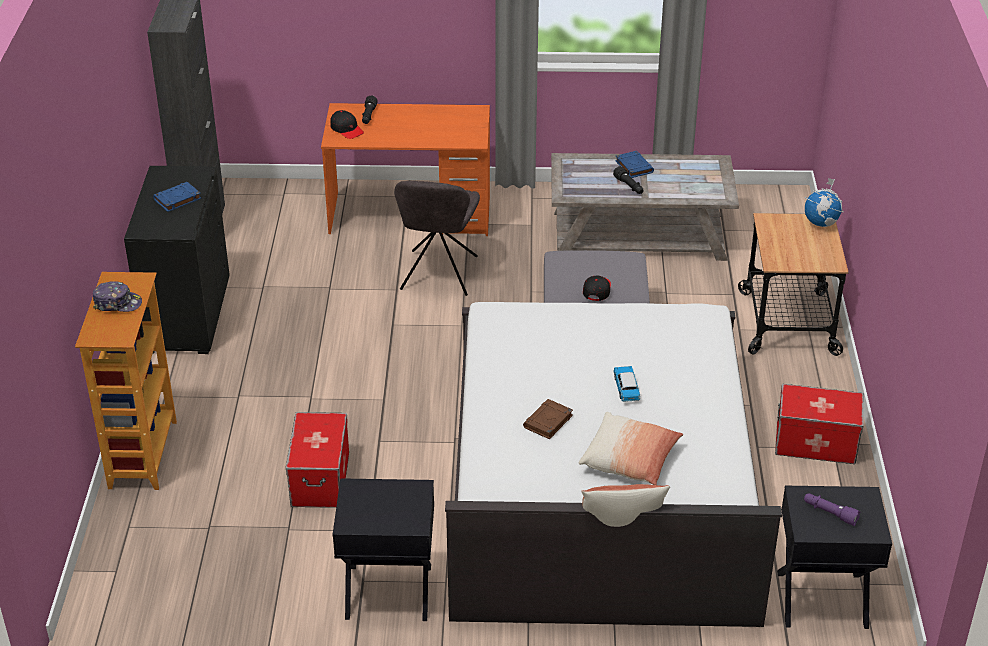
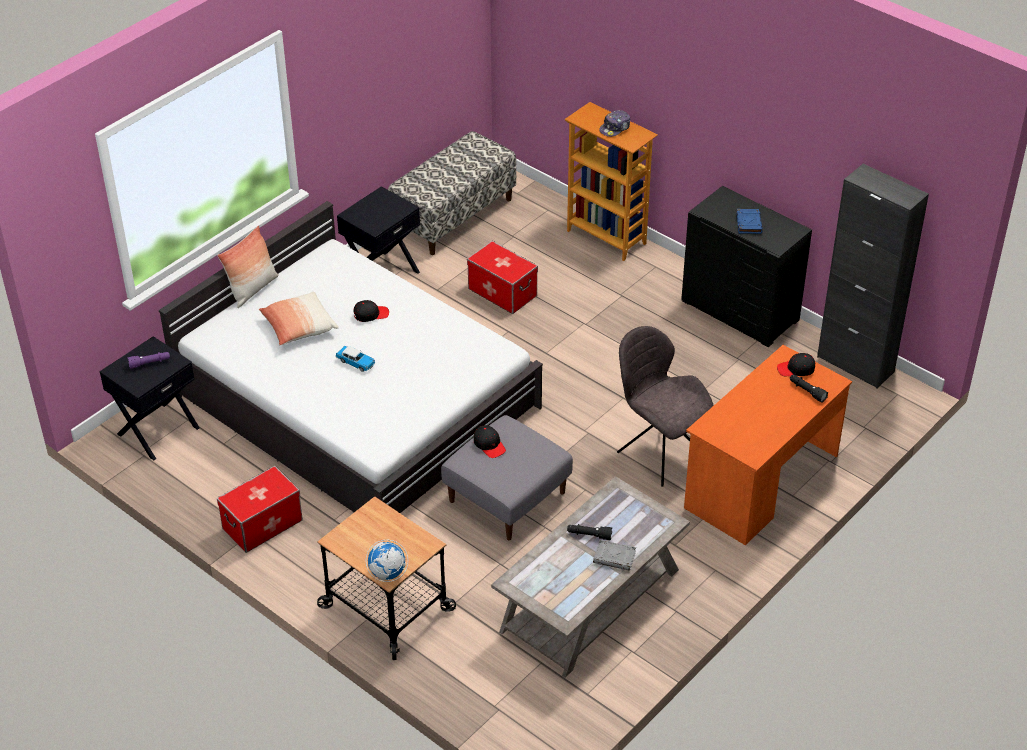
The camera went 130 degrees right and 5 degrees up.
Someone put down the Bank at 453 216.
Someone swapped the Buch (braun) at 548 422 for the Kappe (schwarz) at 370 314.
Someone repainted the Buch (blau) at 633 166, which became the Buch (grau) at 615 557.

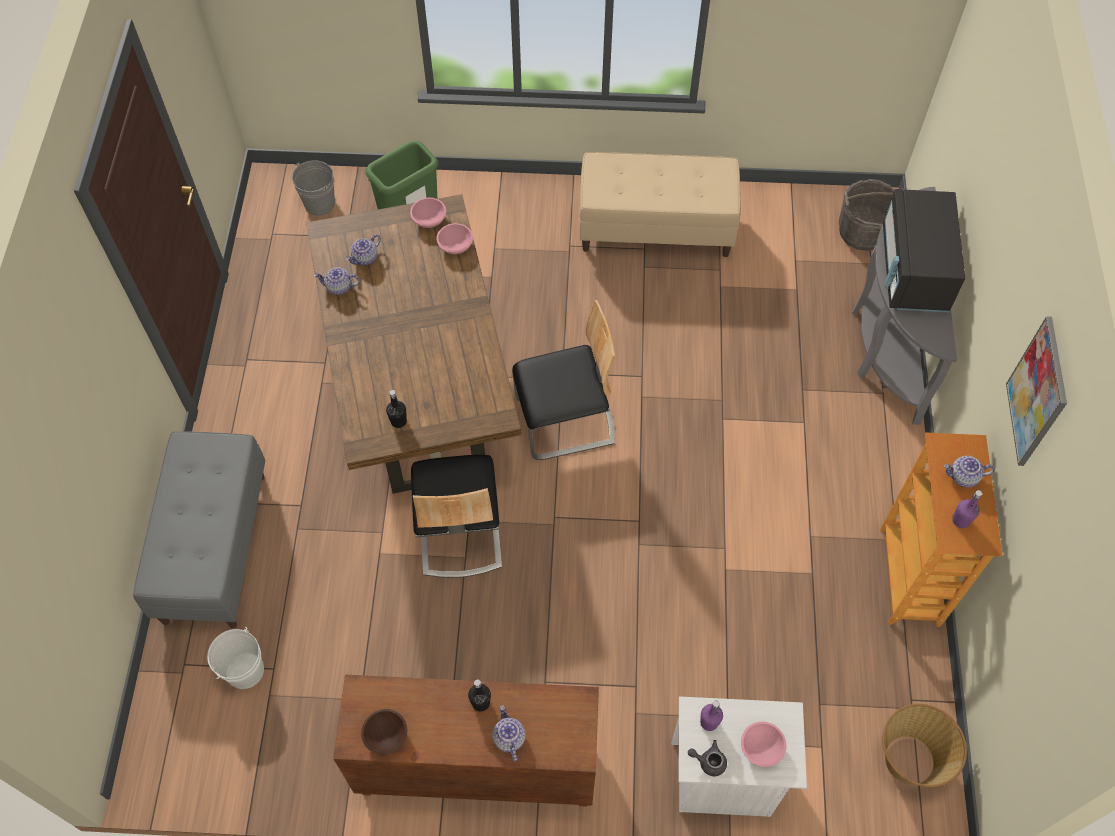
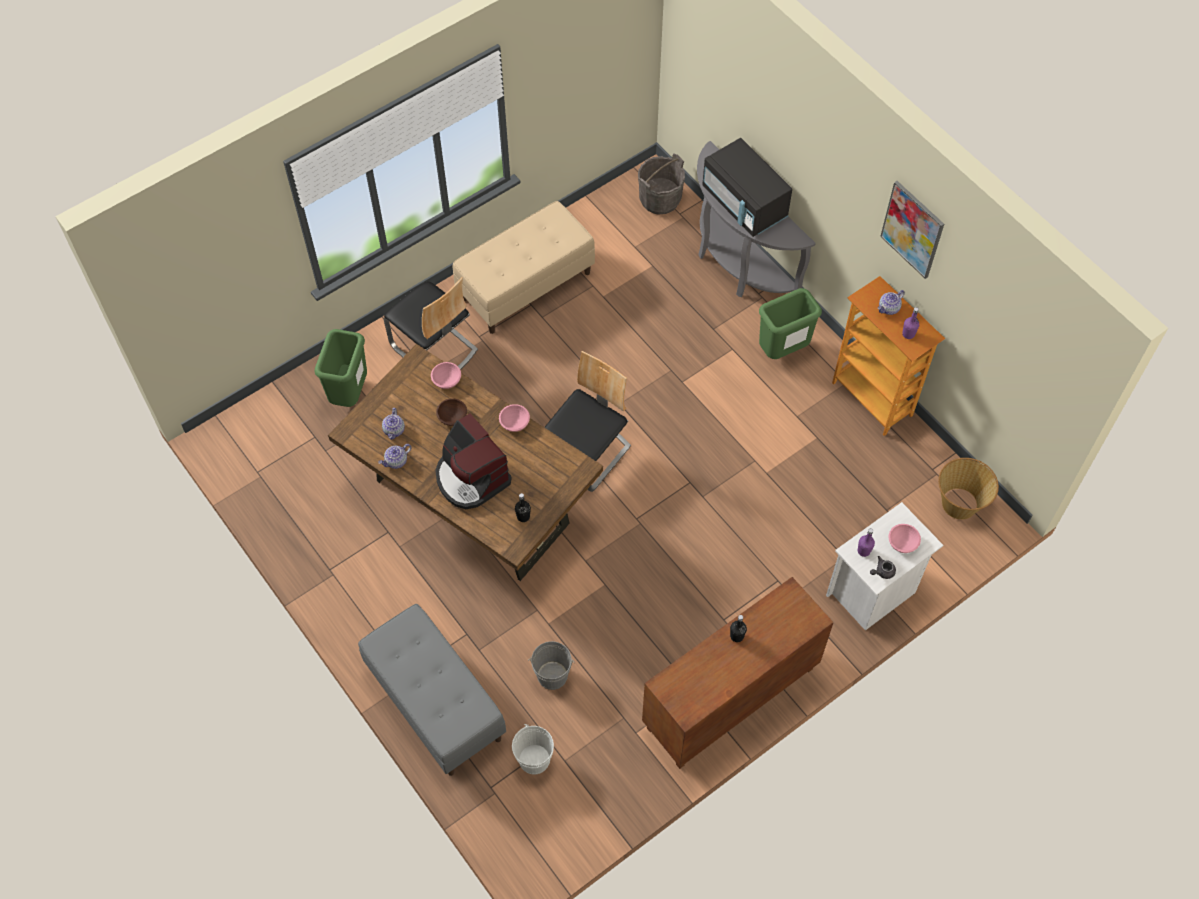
The camera went 40 degrees left and 0 degrees up.
Someone took away the Teekanne at 508 738.
Someone put down the Kaffeemaschine at 471 478.
Someone put down the Mülleimer (grün) at 783 351.
Someone carried the Eimer (grau) from 319 203 to 552 675.
Someone carried the Schüssel (braun) from 386 735 to 452 416.
Someone carried the Schüssel (rosa) from 429 220 to 515 423.
Someone carried the Stuhl from 459 531 to 434 348.

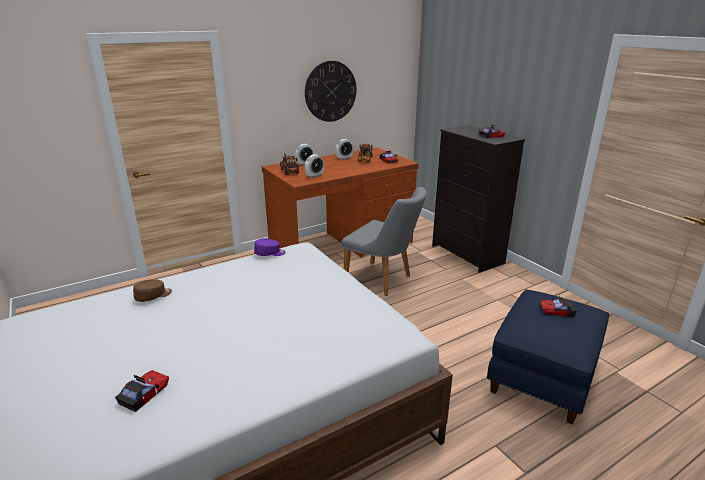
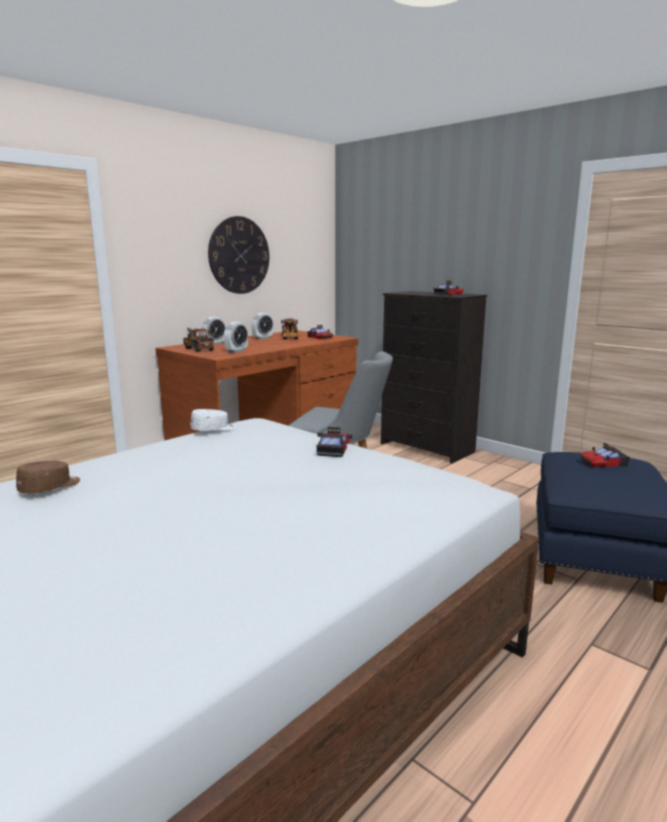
The camera went 15 degrees left and 10 degrees down.
Someone carried the Spielzeugauto from 144 393 to 333 449.
Someone repainted the Kappe (lila) at 270 253, which became the Kappe (weiß) at 214 429.

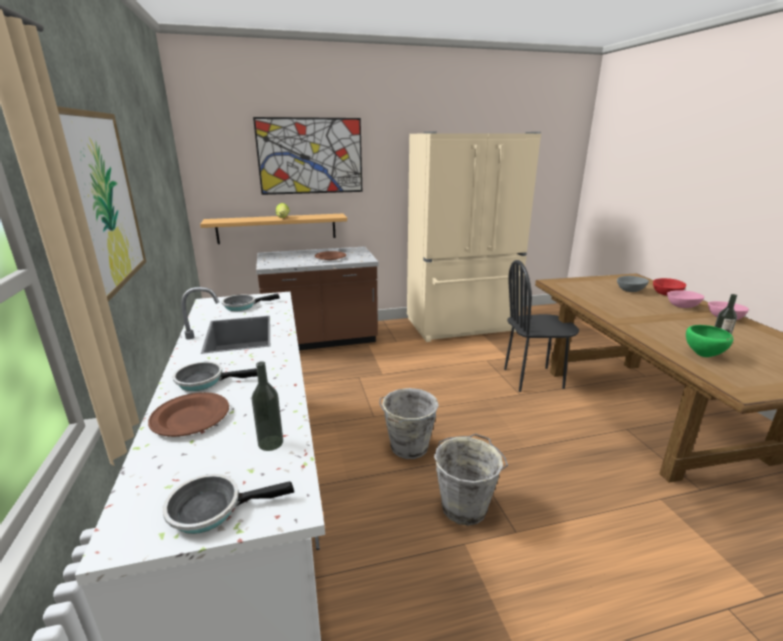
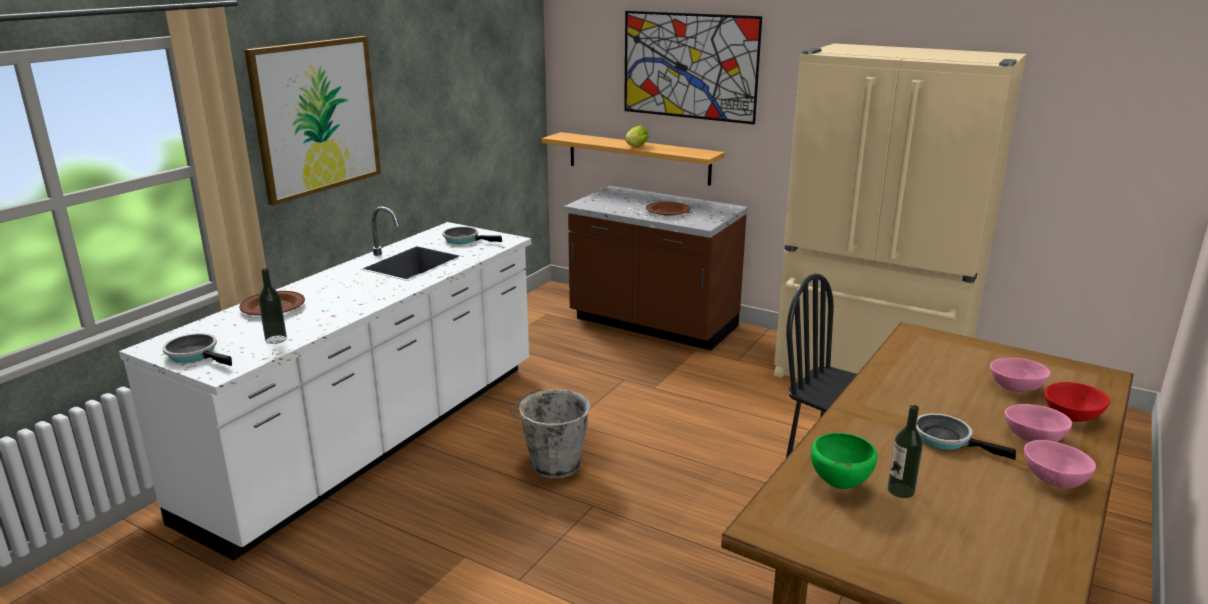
The camera went 45 degrees right and 0 degrees up.
Someone took away the Eimer (grau) at 465 506.
Someone carried the Pfanne from 204 381 to 947 439.
Someone repainted the Schüssel (grau) at 630 290, which became the Schüssel (rosa) at 1017 388.

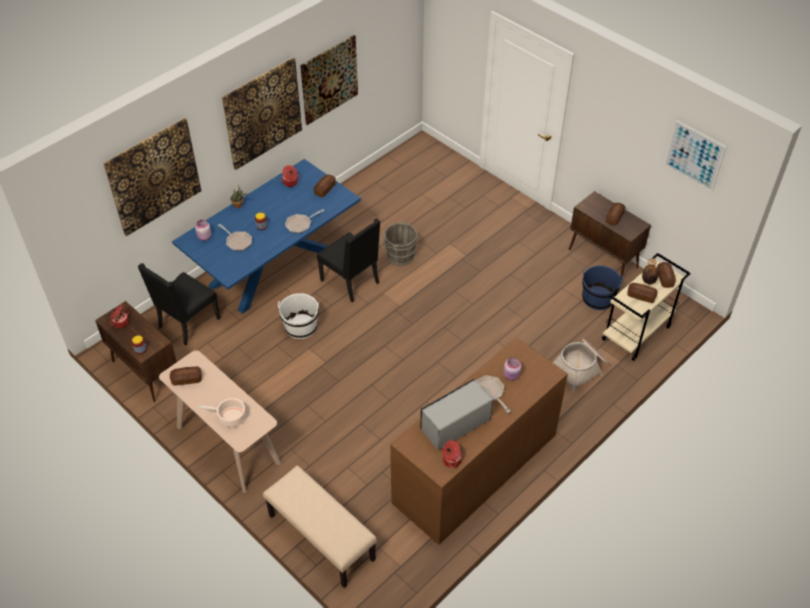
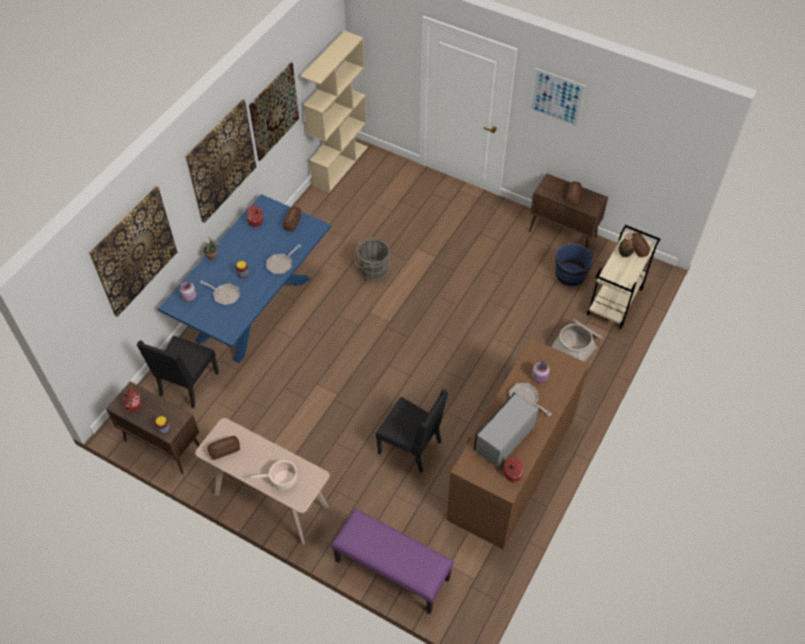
The camera went 15 degrees left and 5 degrees up.
Someone took away the Eimer (weiß) at 301 327.
Someone took away the Brot at 641 296.
Someone put down the Bücherregal (beige) at 340 165.
Someone carried the Stuhl (schwarz) from 351 282 to 411 447.
Someone carried the Bild from 694 156 to 557 98.
Someone repainted the Bank (beige) at 320 538, which became the Bank (lila) at 391 570.

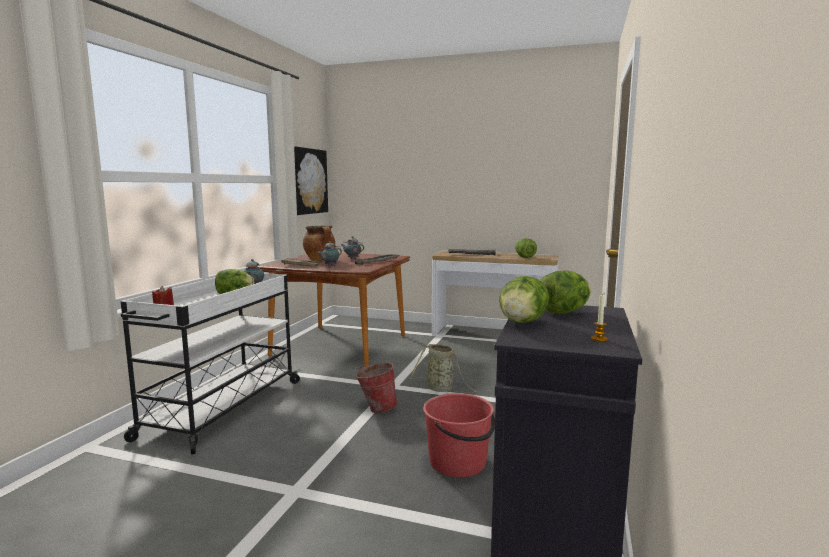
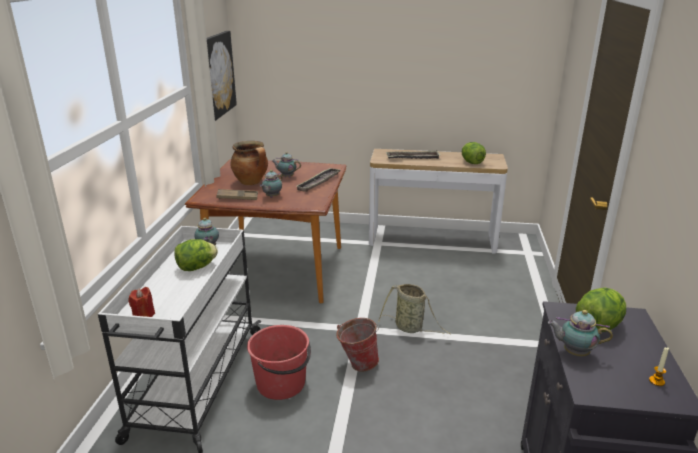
The camera went 10 degrees left and 15 degrees up.
Someone carried the Eimer (rot) from 458 462 to 281 384.
Someone swapped the Salatkopf at 522 322 for the Teekanne at 574 352.

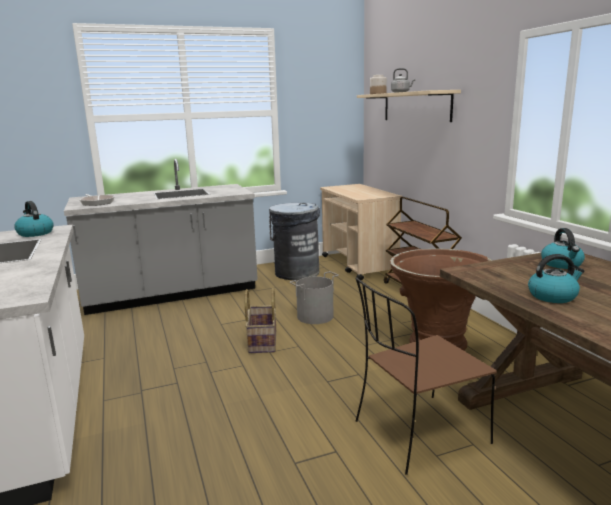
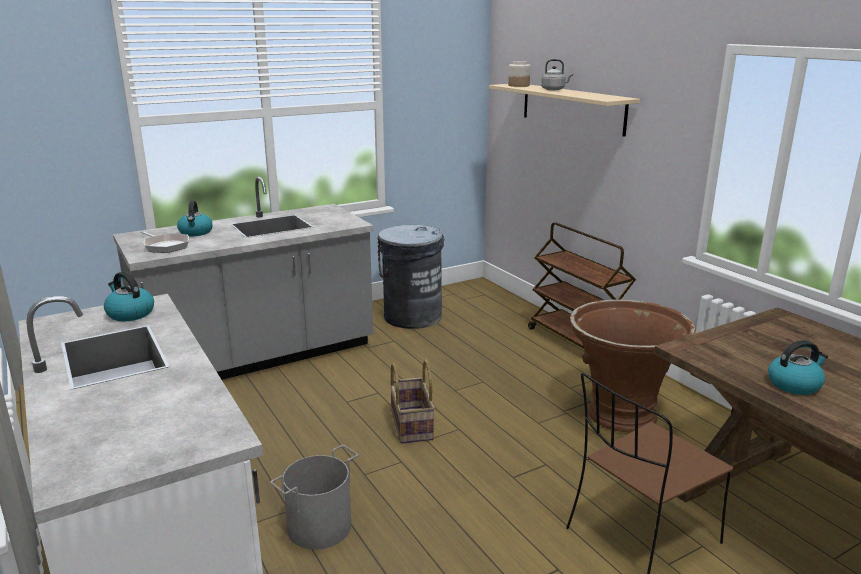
The camera went 10 degrees left and 5 degrees up.
Someone took away the Rollwagen (beige) at 359 265.
Someone carried the Eimer (grau) from 315 316 to 320 527.
Someone carried the Wasserkessel from 562 264 to 196 232.

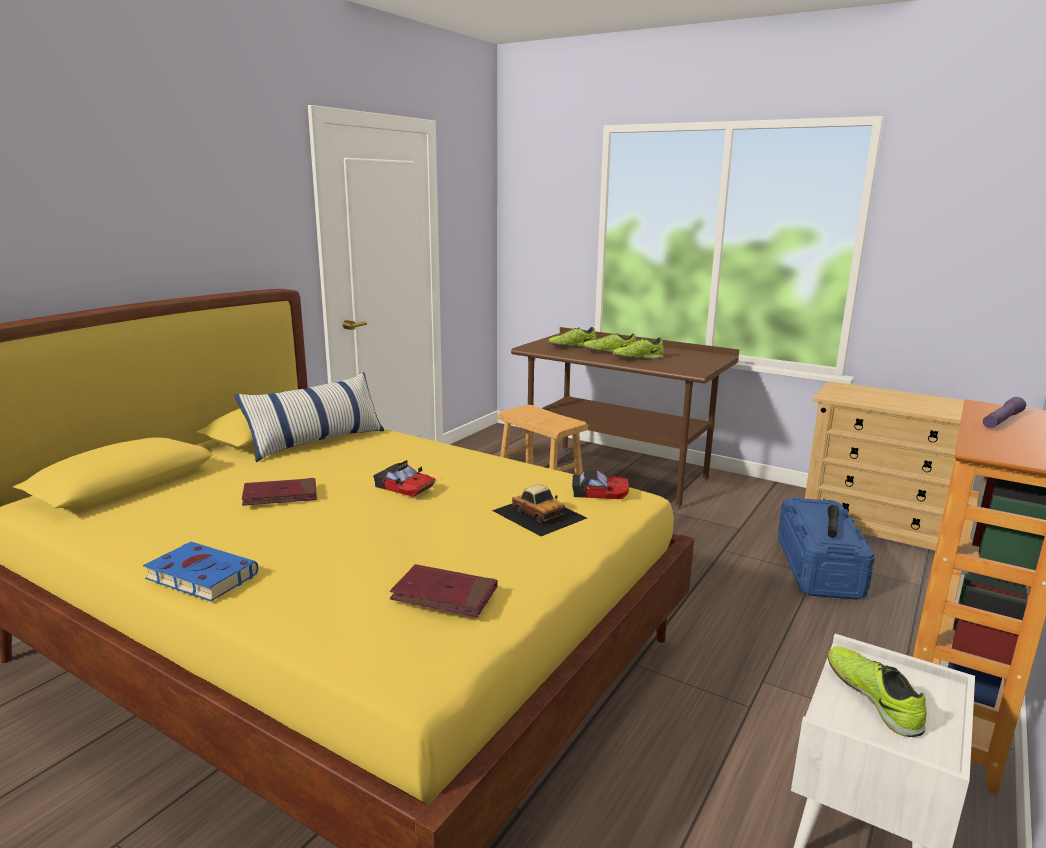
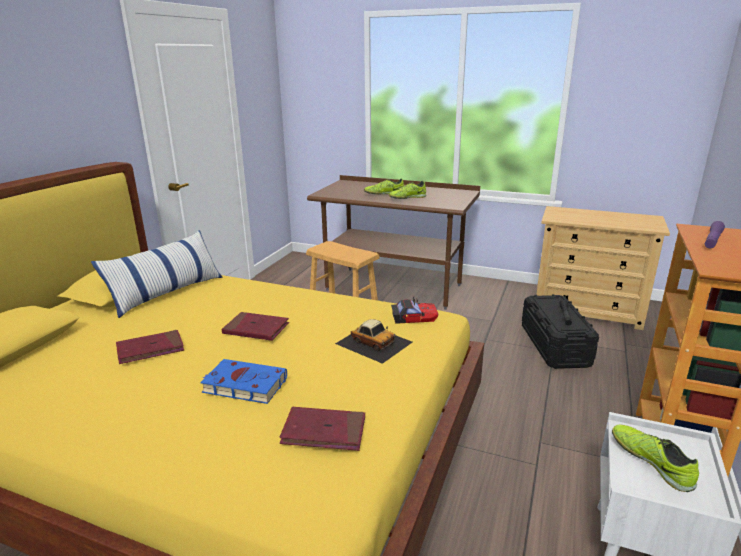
The camera went 10 degrees left and 5 degrees up.
Someone took away the Schuh at 571 346.
Someone carried the Buch (blau) from 199 576 to 243 385.
Someone swapped the Spielzeugauto at 404 487 for the Buch (rot) at 256 329.
Someone repainted the Aufbewahrungsbox (blau) at 818 567, which became the Aufbewahrungsbox (schwarz) at 554 345.

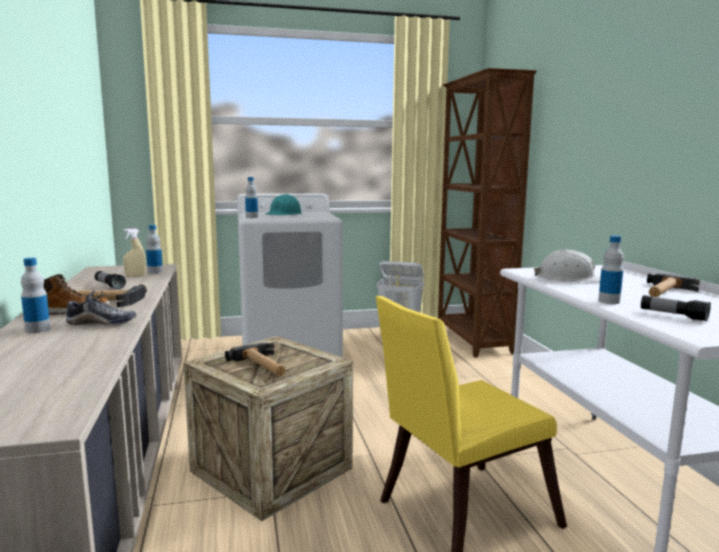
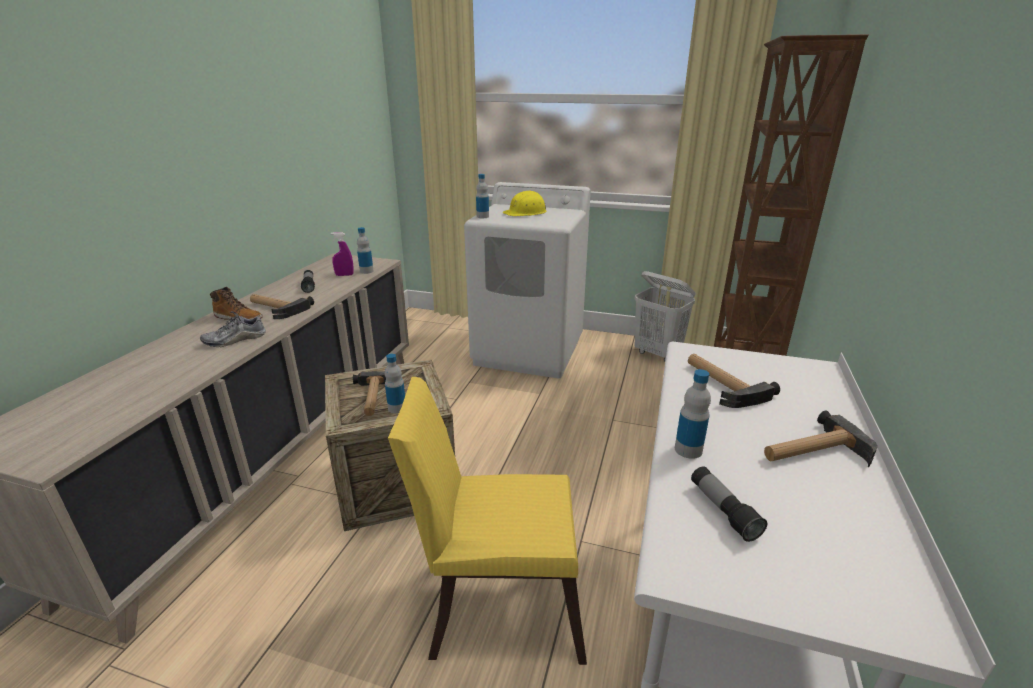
The camera went 30 degrees right and 15 degrees up.
Someone carried the Flasche from 38 329 to 397 408.
Someone swapped the Schutzhelm (weiß) at 569 278 for the Hammer at 721 384.
Someone repainted the Sprühflasche (beige) at 135 276, which became the Sprühflasche (lila) at 344 275.
Someone repainted the Schutzhelm (türkis) at 284 214, which became the Schutzhelm (gelb) at 526 212.
Someone rotated the Schuh at 102 323 by 120 degrees clockwise.

